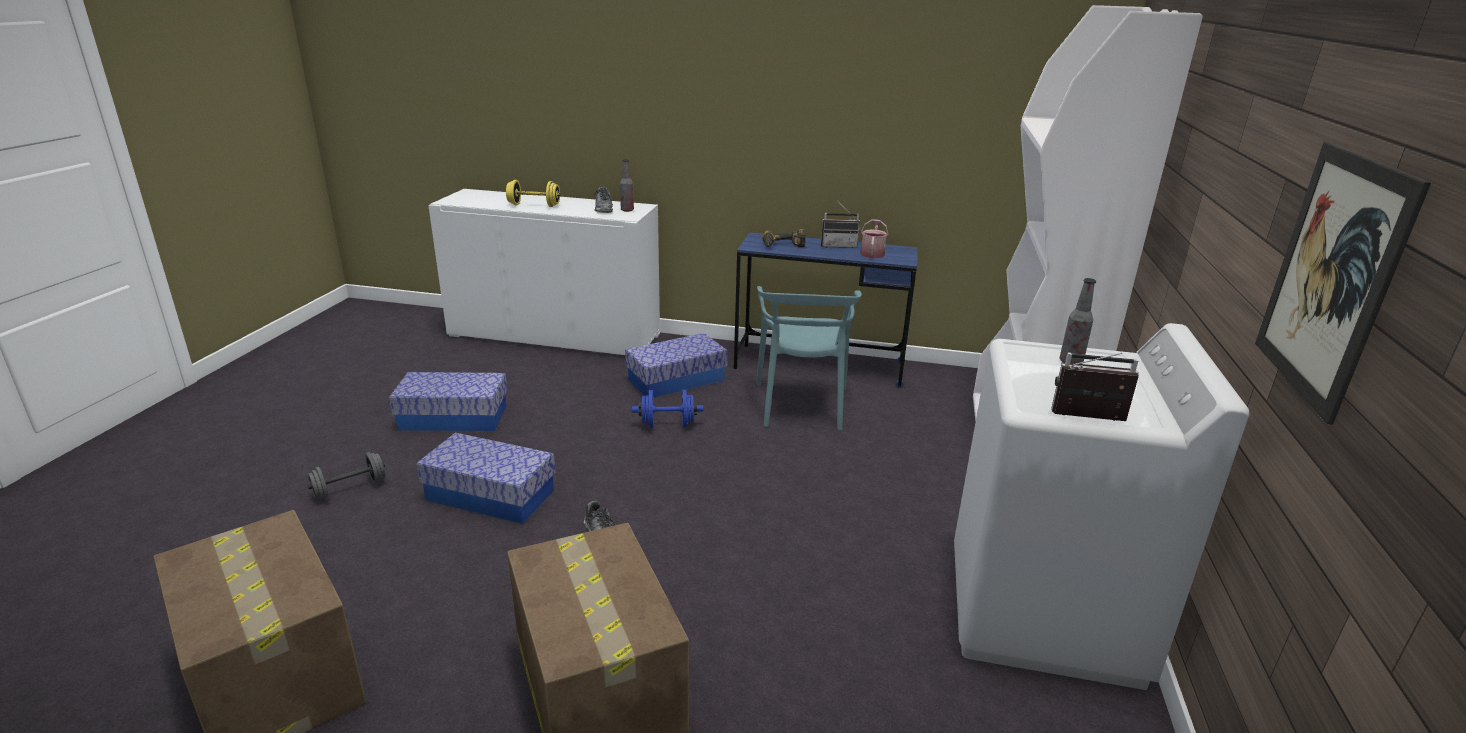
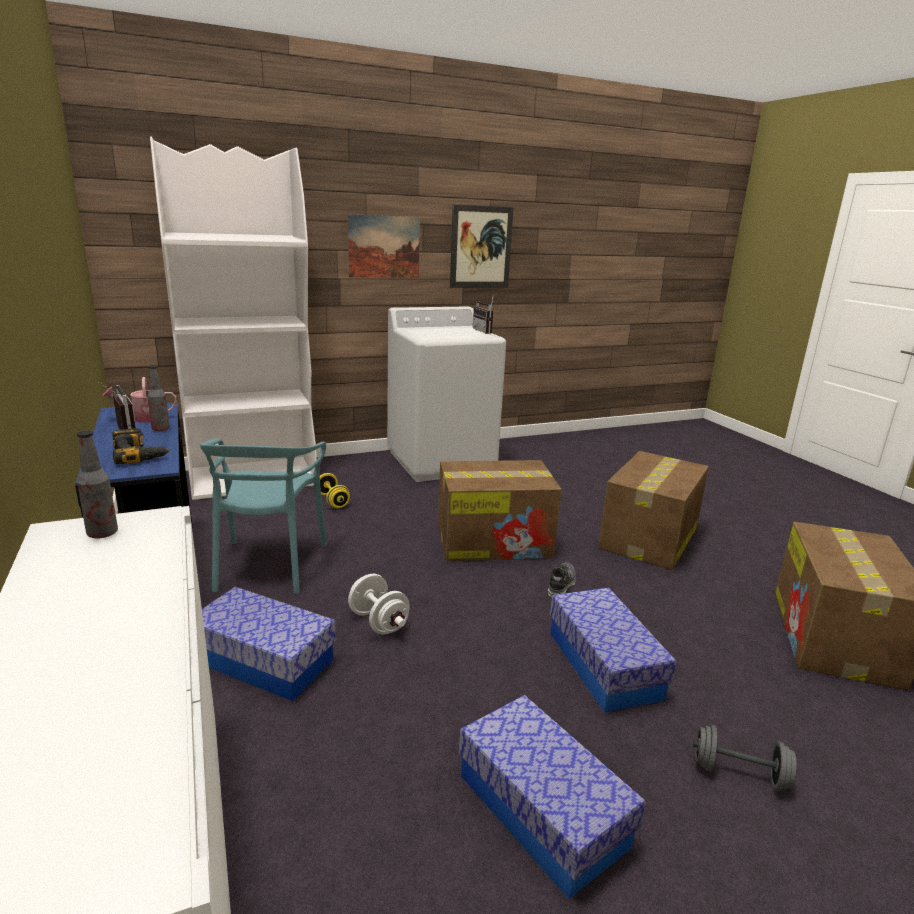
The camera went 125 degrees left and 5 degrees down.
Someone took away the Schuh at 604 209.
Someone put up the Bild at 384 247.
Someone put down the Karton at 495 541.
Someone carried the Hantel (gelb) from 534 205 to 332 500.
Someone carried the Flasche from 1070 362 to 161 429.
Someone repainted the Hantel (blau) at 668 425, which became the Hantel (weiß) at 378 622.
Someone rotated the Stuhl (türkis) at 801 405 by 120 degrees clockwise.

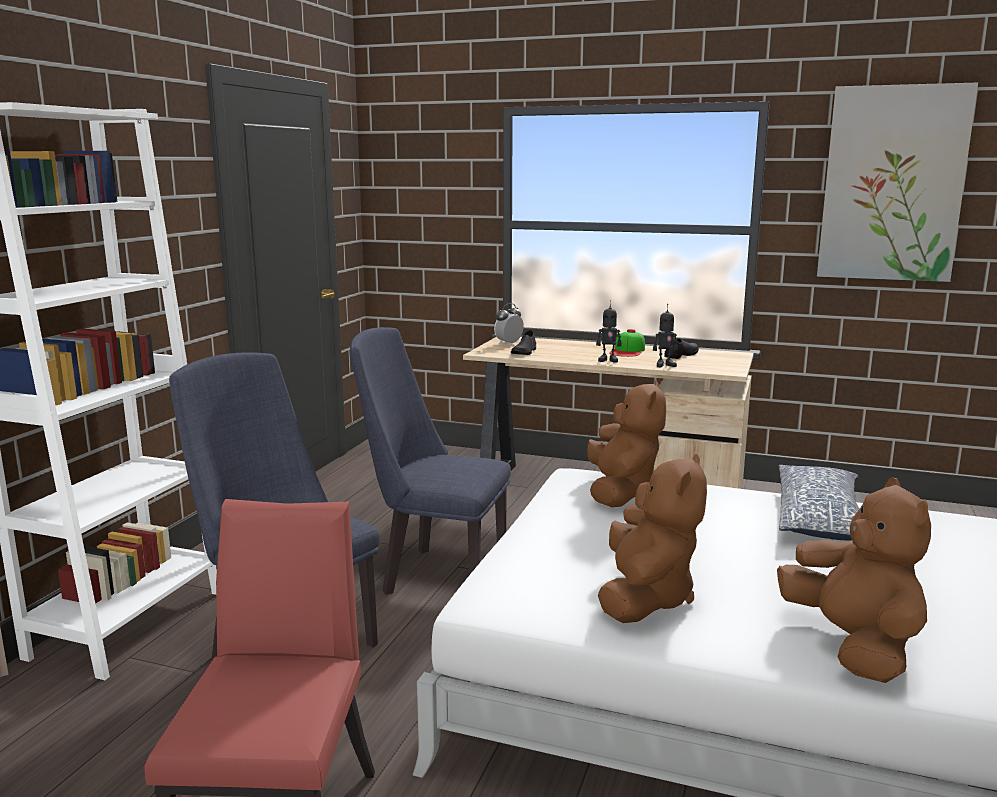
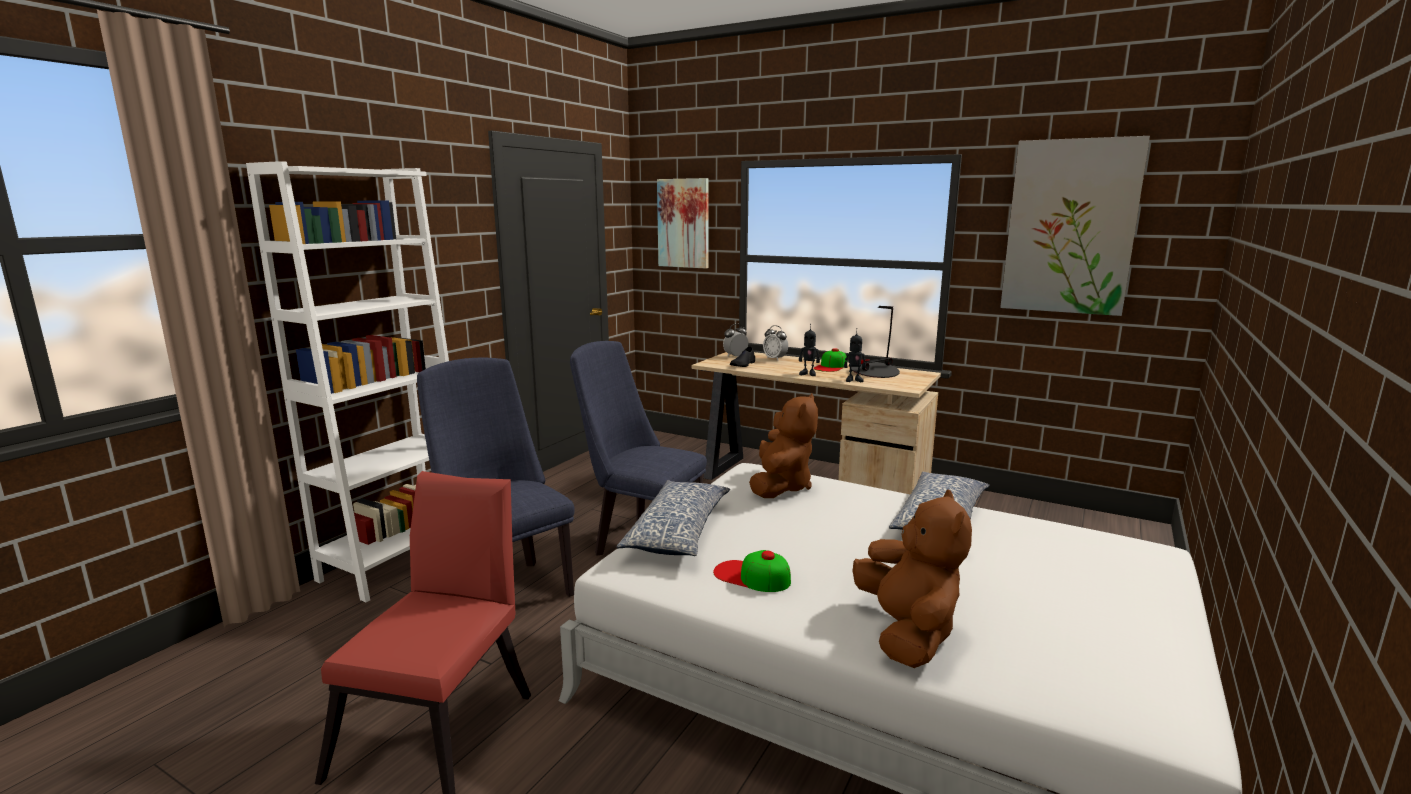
The camera went 10 degrees right and 0 degrees up.
Someone put down the Kissen at 679 531.
Someone put up the Bild at 684 223.
Someone put down the Wecker at 775 359.
Someone swapped the Plüschtier (braun) at 645 598 for the Kappe at 751 576.
Someone swapped the Schuh (schwarz) at 681 355 for the Tischlampe at 874 372.

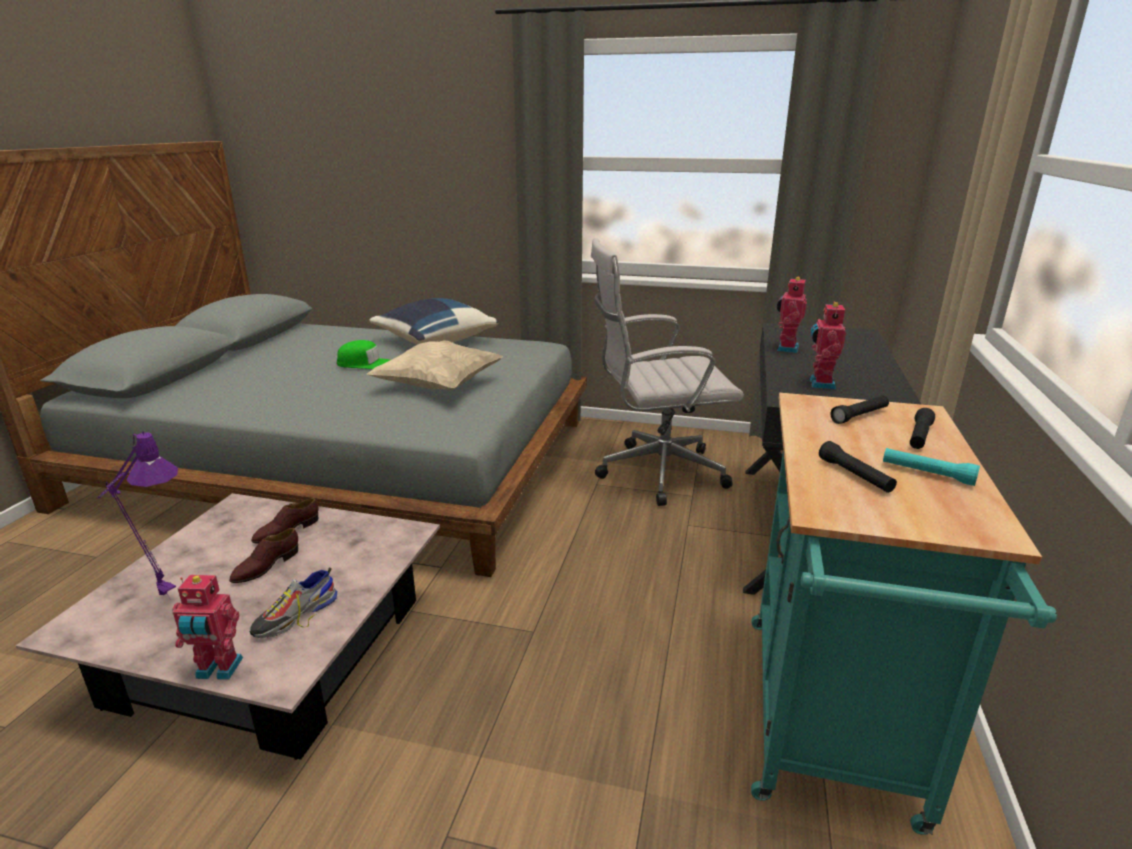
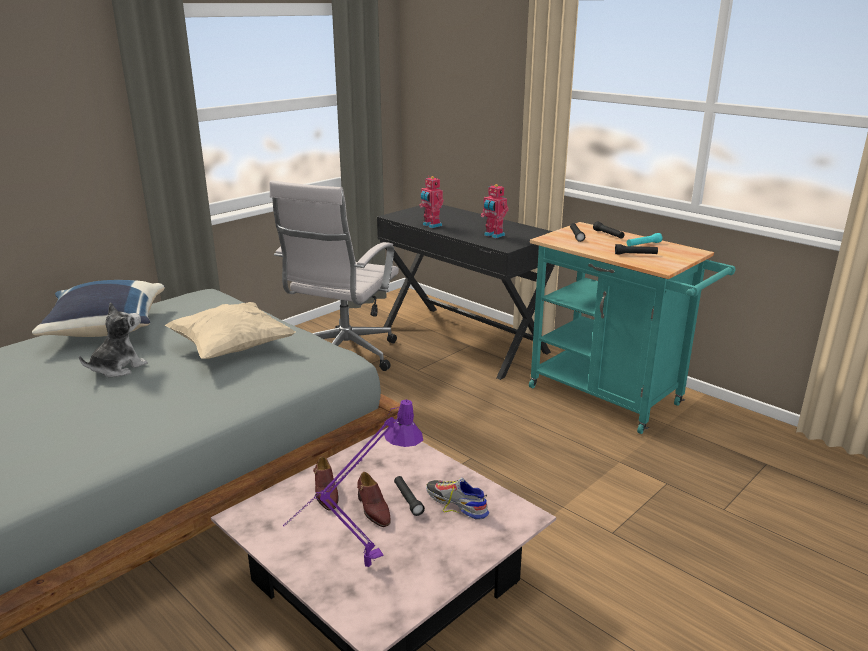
The camera went 60 degrees left and 0 degrees up.
Someone took away the Spielzeugroboter at 218 670.
Someone put down the Taschenlampe (schwarz) at 408 500.
Someone swapped the Kappe (grün) at 365 364 for the Plüschtier at 118 368.
Someone rotated the Schuh at 295 616 by 150 degrees clockwise.

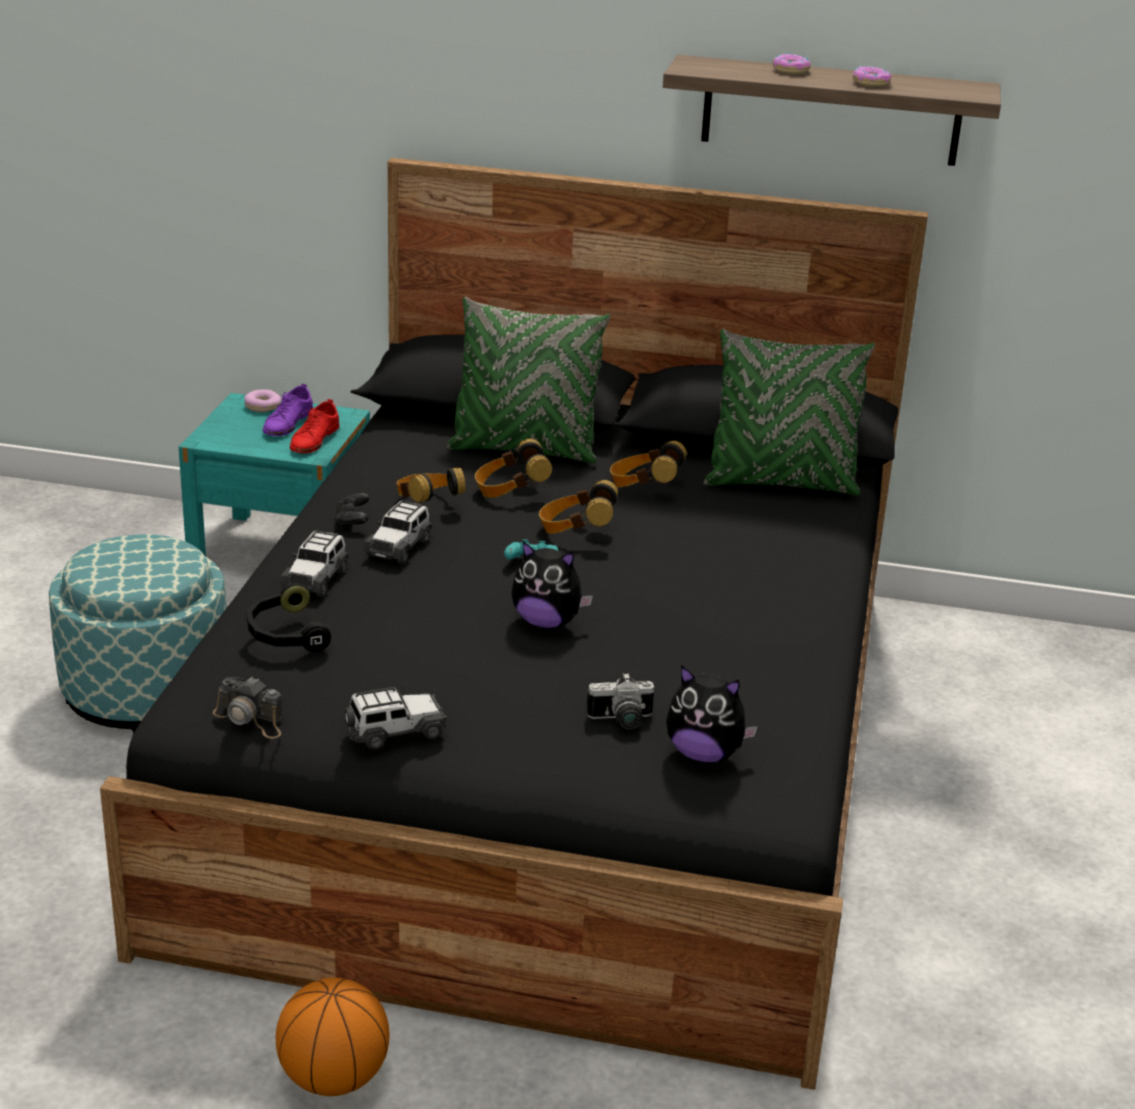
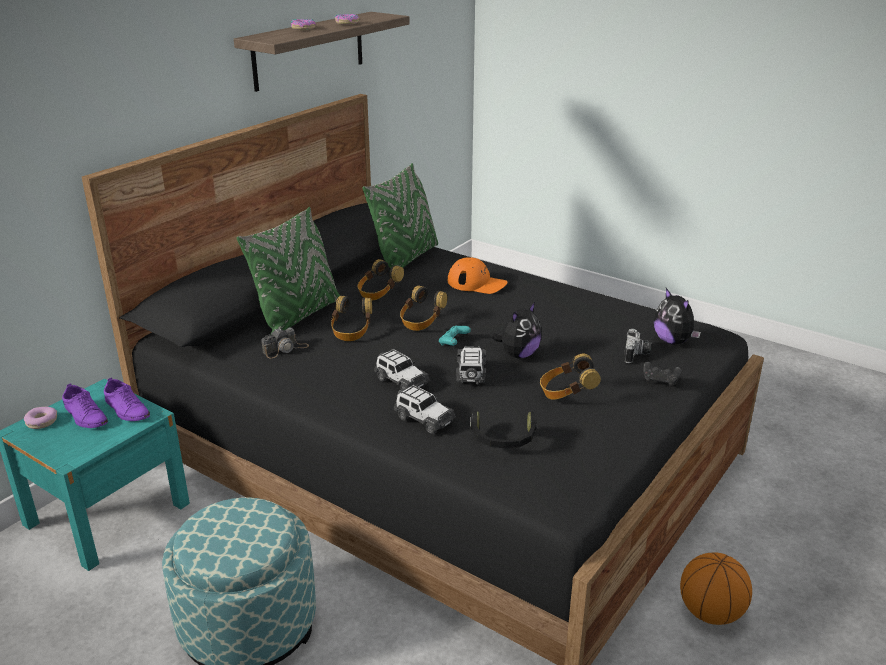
The camera went 65 degrees left and 0 degrees up.
Someone put down the Kappe (orange) at 477 283.
Someone carried the Kamera from 251 719 to 285 349.
Someone carried the Gamepad (schwarz) from 352 521 to 660 381.
Someone carried the Spielzeugauto from 395 732 to 471 373.
Someone carried the Kopfhörer from 428 505 to 566 393.
Someone repainted the Schuh (rot) at 314 440, which became the Schuh (lila) at 127 409.
Someone rotated the Plüschtier at 704 754 by 105 degrees clockwise.

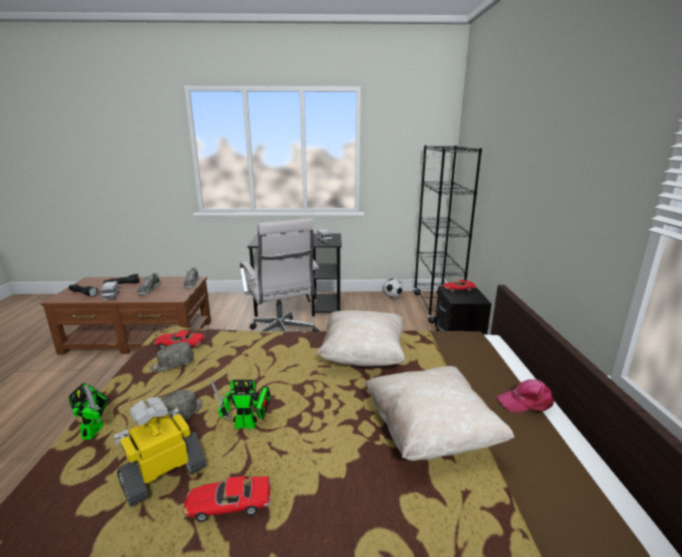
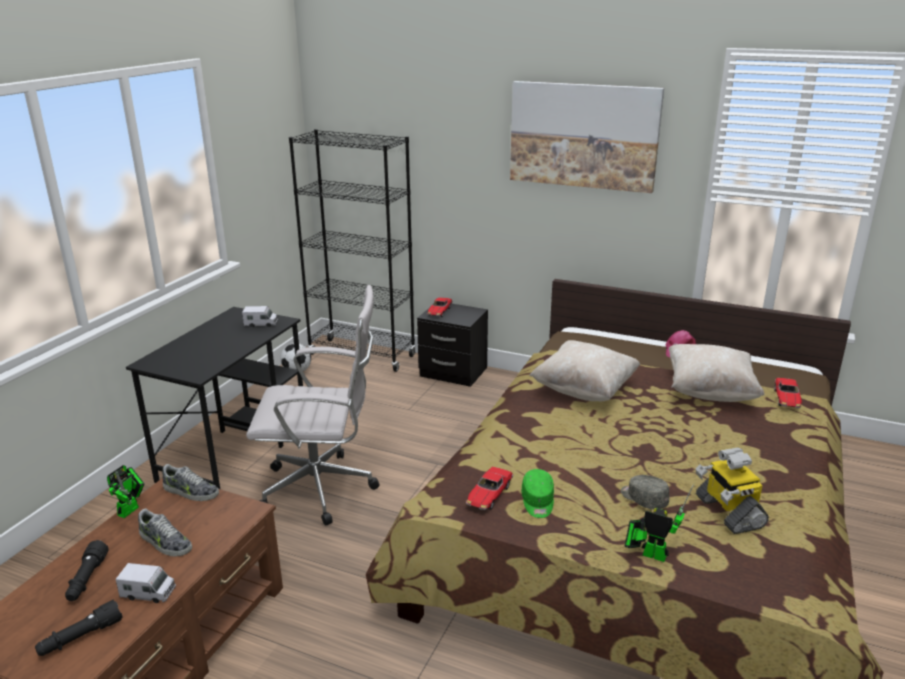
The camera went 65 degrees left and 5 degrees up.
Someone put up the Bild at 583 135.
Someone carried the Spielzeugauto from 229 505 to 786 399.
Someone carried the Spielzeugroboter from 249 425 to 131 509.
Someone repainted the Kappe (grau) at 172 364, which became the Kappe (grün) at 537 502.

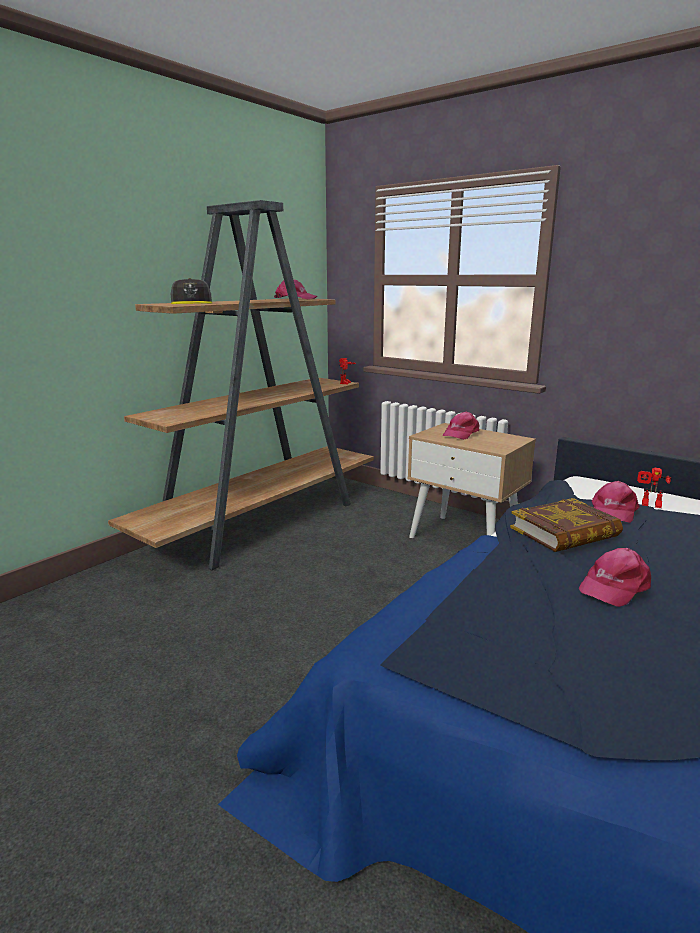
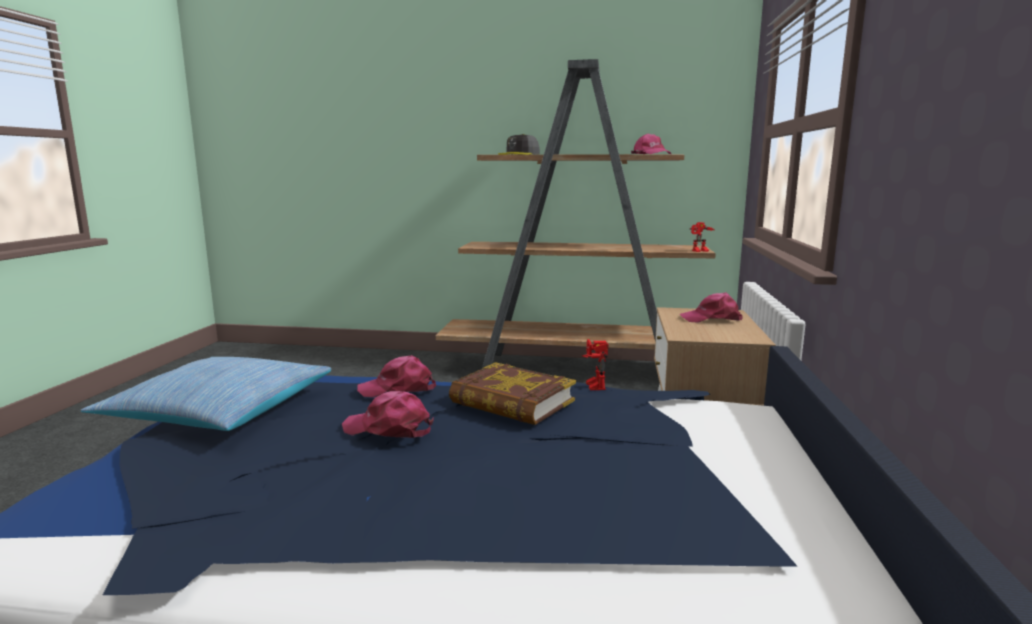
The camera went 60 degrees right and 5 degrees down.
Someone put down the Kissen at 221 410.
Someone carried the Kappe (rosa) from 613 511 to 398 389.
Someone carried the Spielzeugroboter from 649 505 to 591 385.

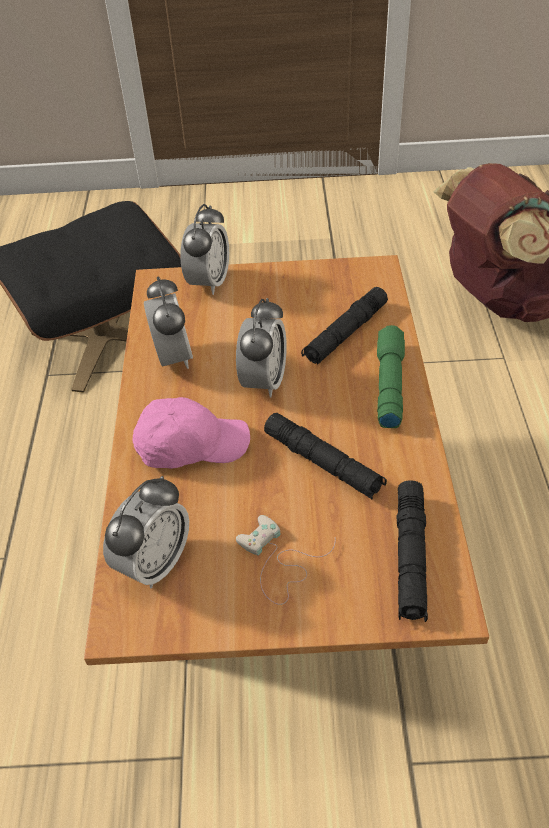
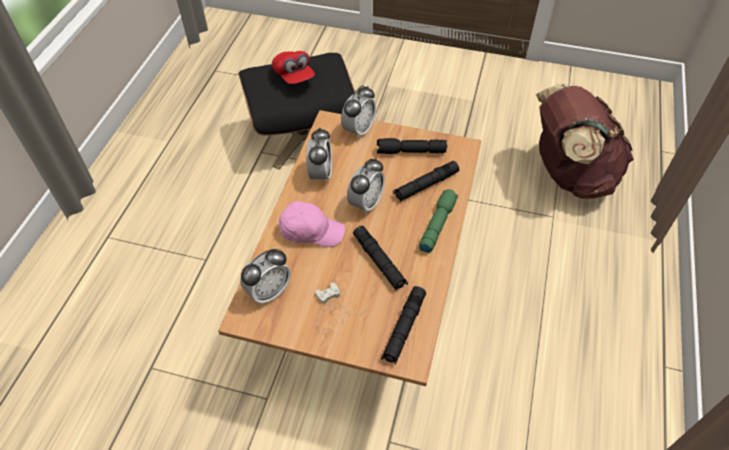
The camera went 15 degrees right and 5 degrees up.
Someone put down the Kappe (rot) at 294 76.
Someone put down the Taschenlampe (schwarz) at 410 152.

